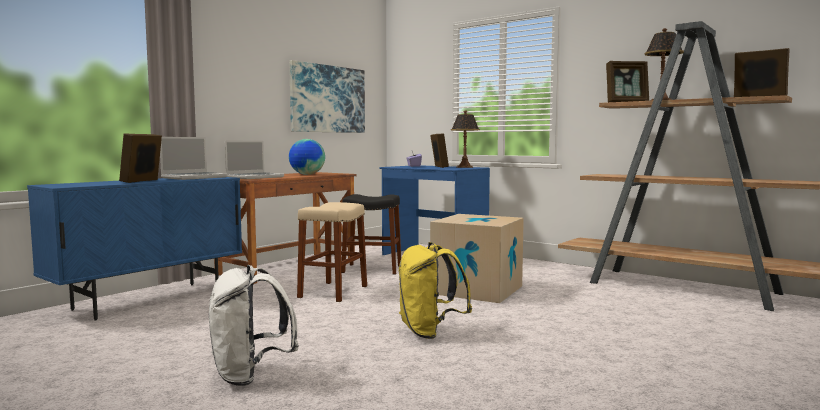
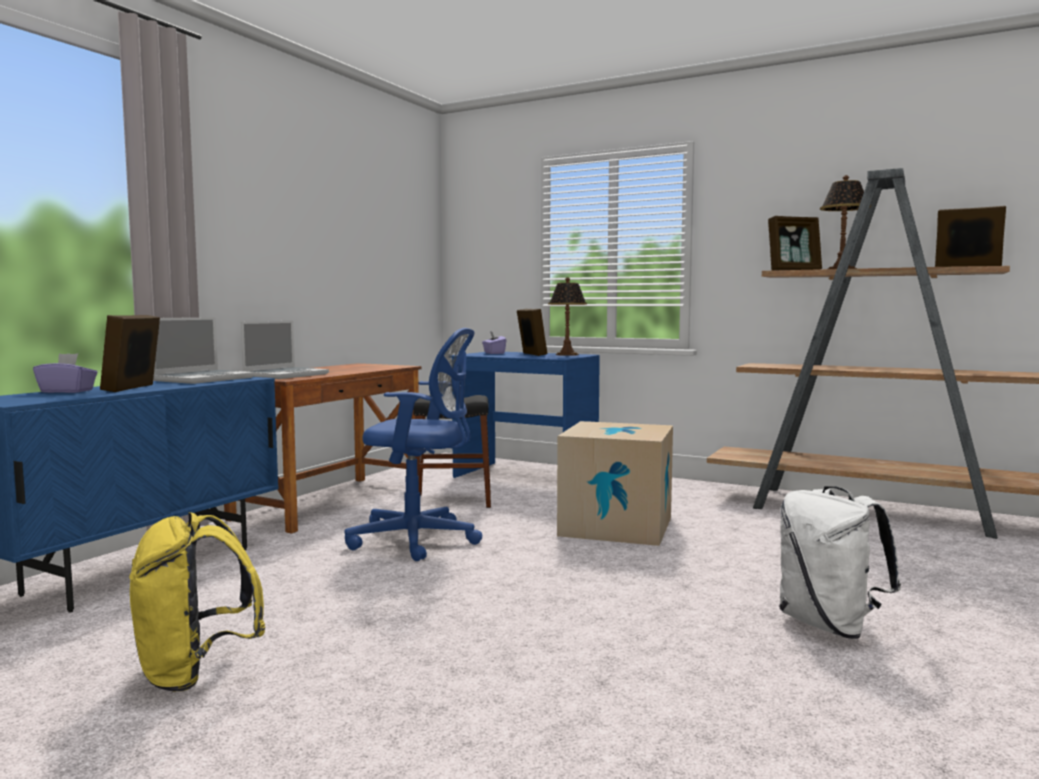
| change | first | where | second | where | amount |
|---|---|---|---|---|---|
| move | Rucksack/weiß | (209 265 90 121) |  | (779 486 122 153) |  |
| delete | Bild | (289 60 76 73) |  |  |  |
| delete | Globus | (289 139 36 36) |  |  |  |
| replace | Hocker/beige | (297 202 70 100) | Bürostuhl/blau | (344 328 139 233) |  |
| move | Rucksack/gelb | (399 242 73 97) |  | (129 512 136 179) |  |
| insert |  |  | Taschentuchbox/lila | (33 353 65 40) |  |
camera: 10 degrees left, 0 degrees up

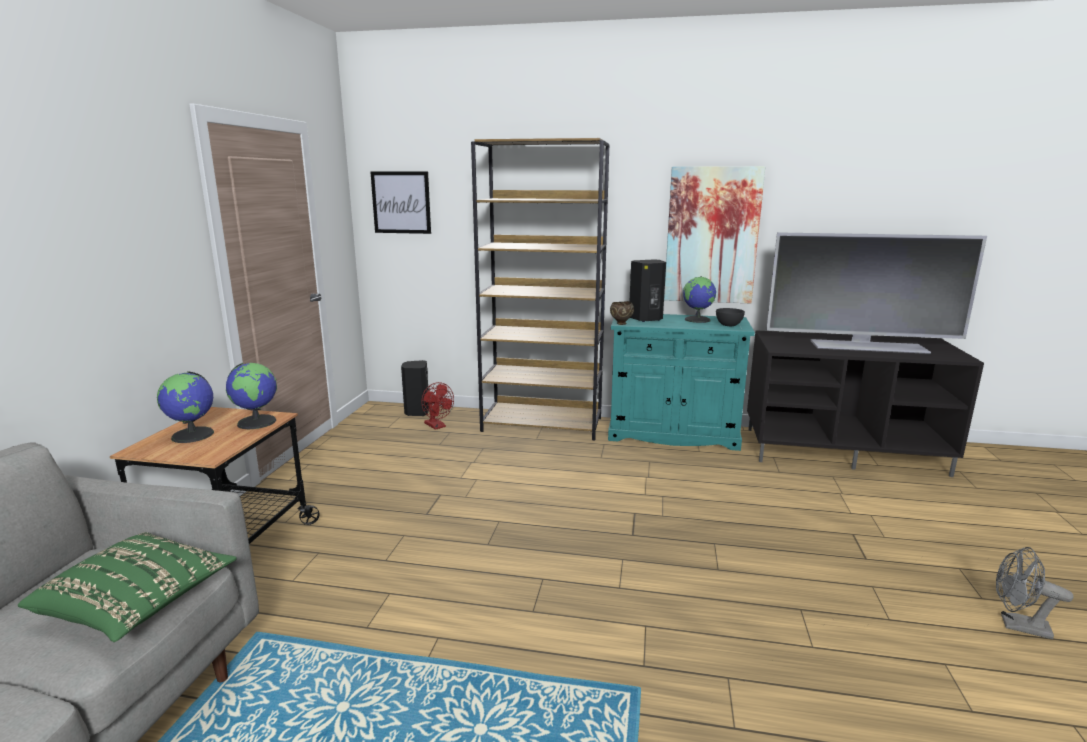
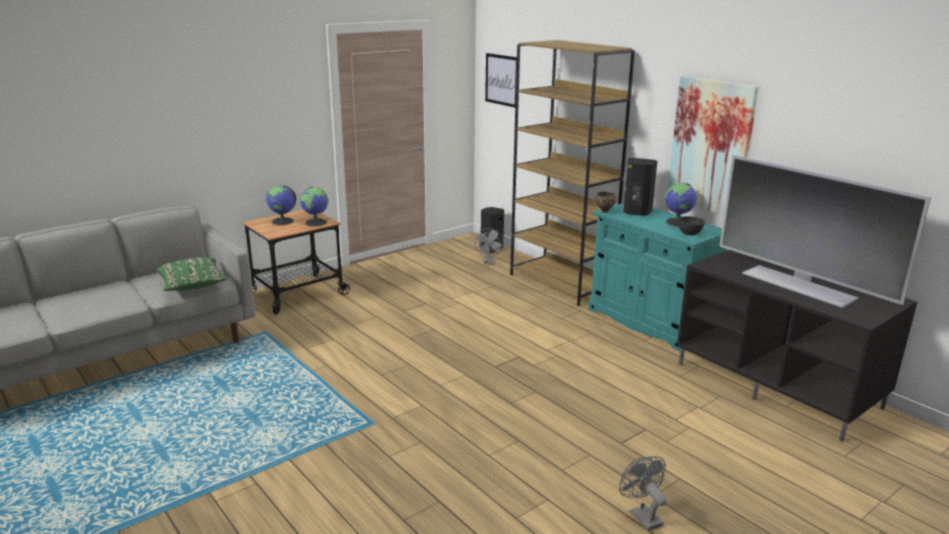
| change | first | where | second | where | amount |
|---|---|---|---|---|---|
| recolor | Ventilator/rot | (421 382 33 48) | Ventilator/grau | (474 228 30 36) |  |
camera: 40 degrees right, 5 degrees up

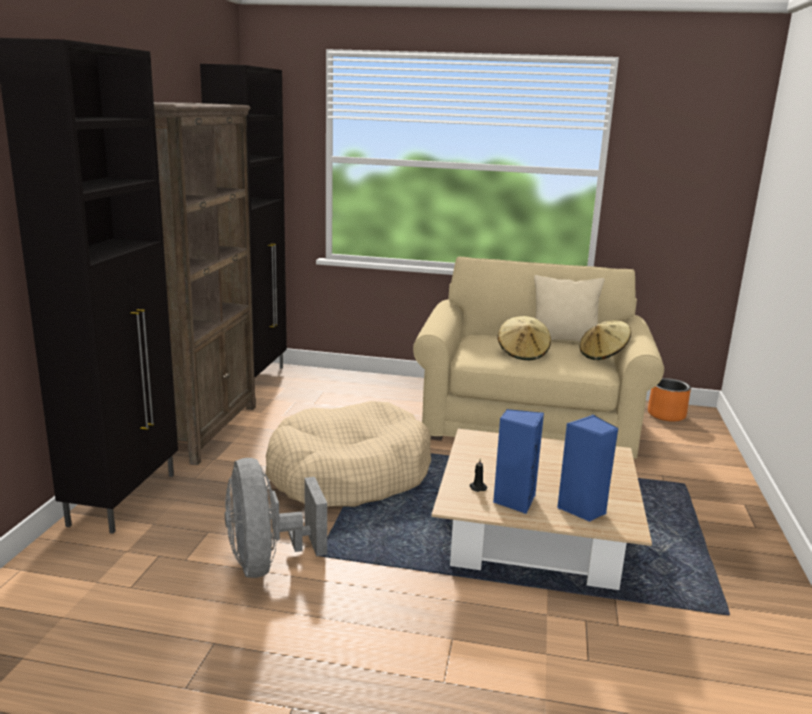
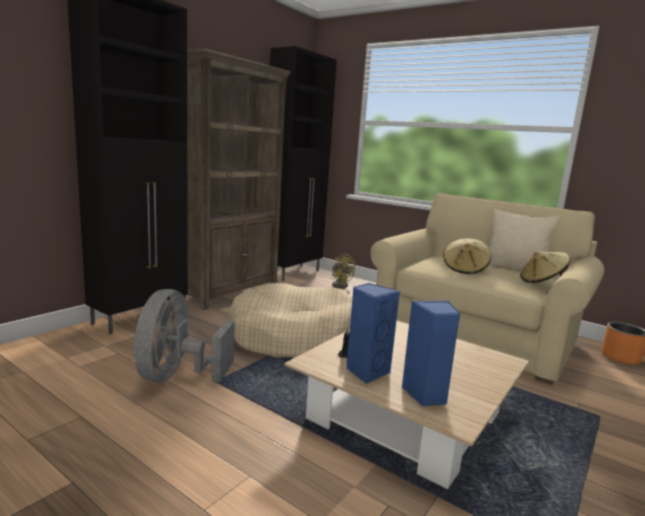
| change | first | where | second | where | amount |
|---|---|---|---|---|---|
| insert |  |  | Ventilator/gelb | (332 253 23 35) |  |
camera: 25 degrees right, 5 degrees down

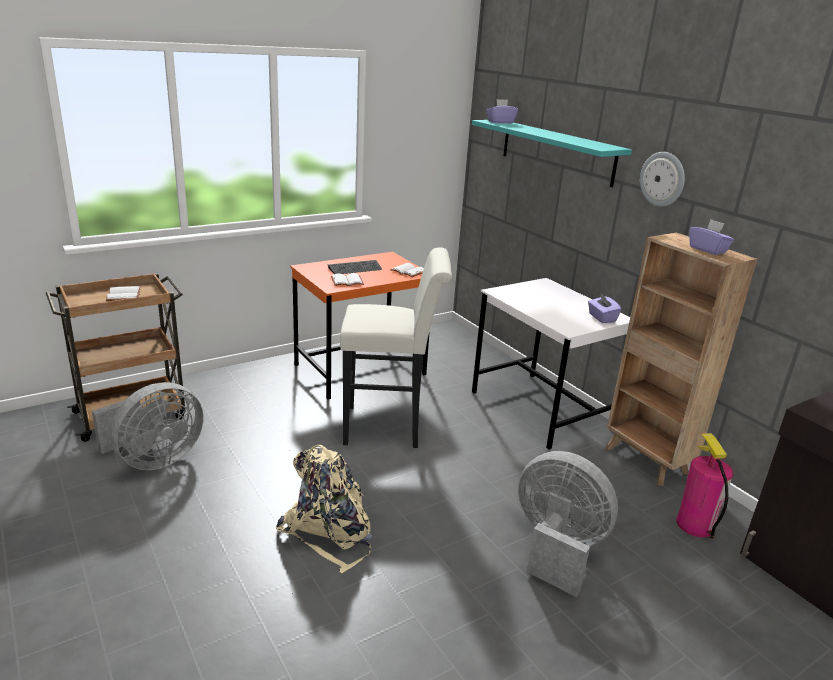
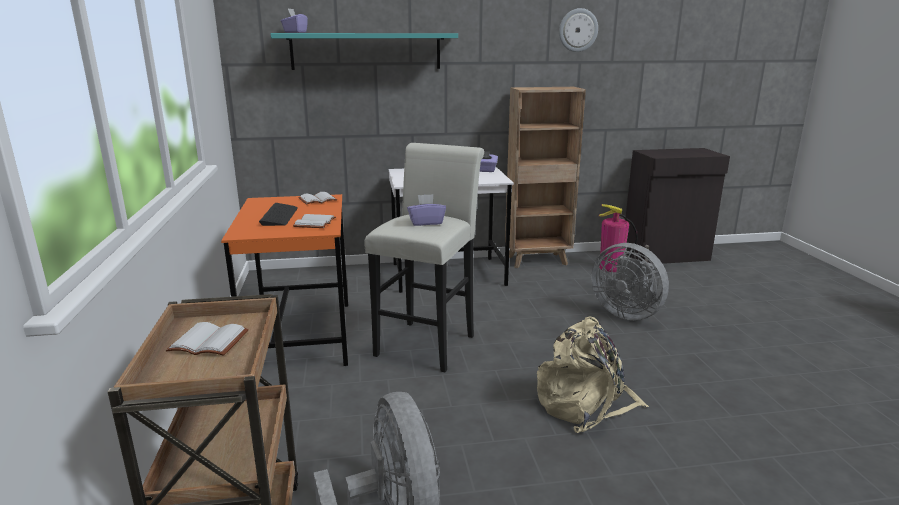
| change | first | where | second | where | amount |
|---|---|---|---|---|---|
| rotate | Ventilator/grau | (518 451 100 146) |  | (591 243 78 77) | 105 degrees counterclockwise |
| move | Wanduhr | (640 152 45 55) |  | (559 8 39 44) |  |
| move | Taschentuchbox/lila | (689 220 45 35) |  | (407 194 39 32) |  |
camera: 65 degrees left, 5 degrees down

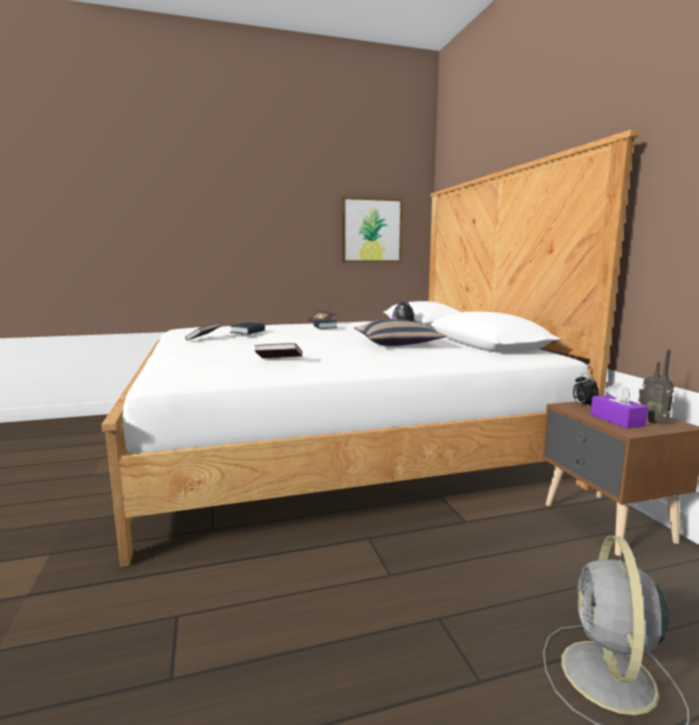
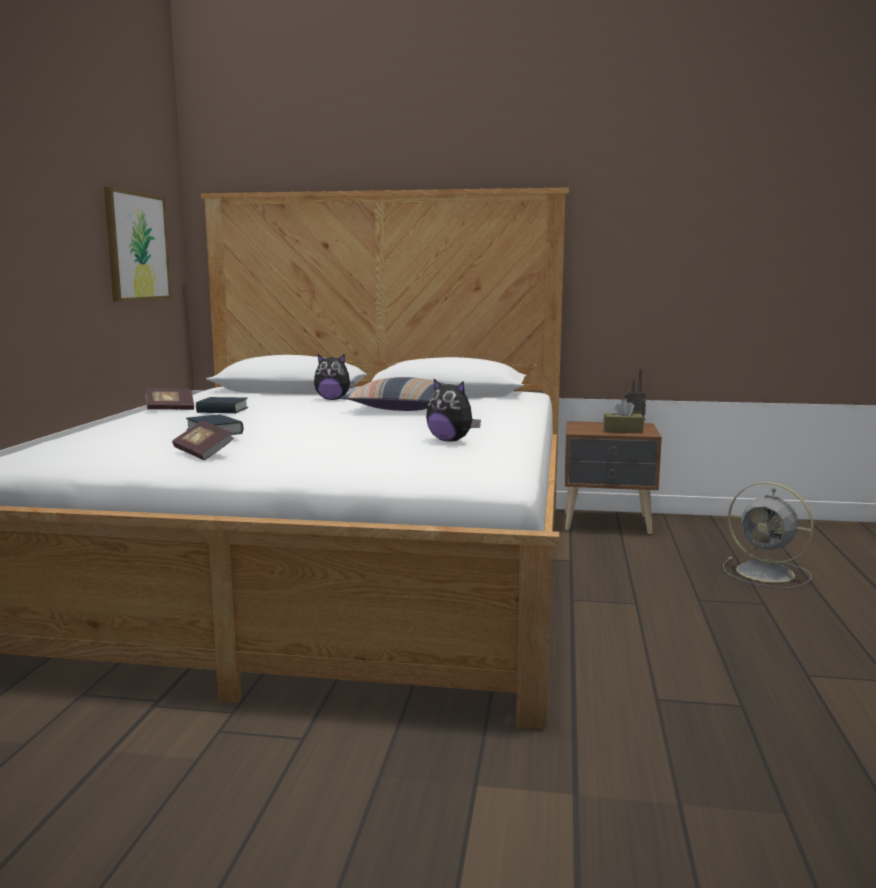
| change | first | where | second | where | amount |
|---|---|---|---|---|---|
| replace | Buch | (254 343 48 15) | Plüschtier | (426 379 55 63) |  |
| delete | Wecker | (573 373 26 35) |  |  |  |
| recolor | Taschentuchbox/lila | (590 383 58 46) | Taschentuchbox/braun | (604 400 40 33) |  |
camera: 65 degrees left, 0 degrees up

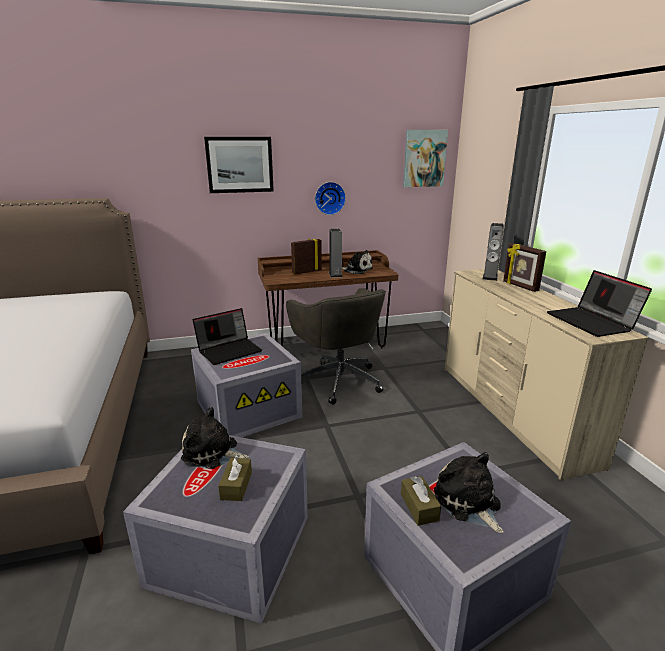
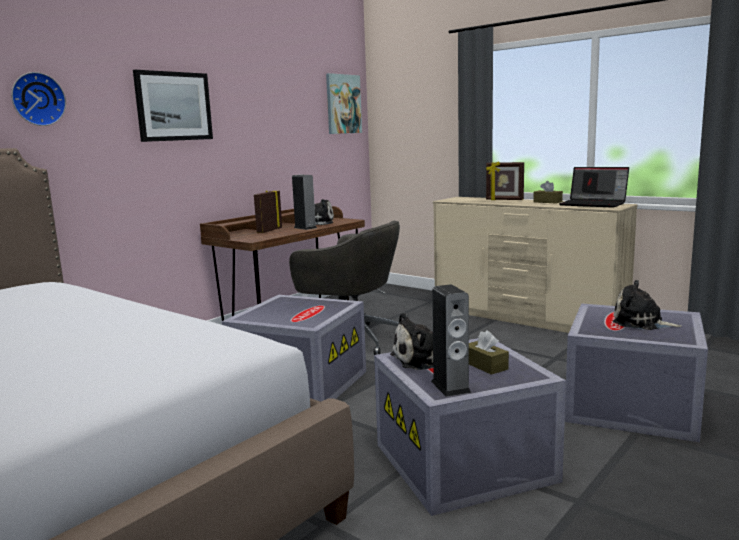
| change | first | where | second | where | amount |
|---|---|---|---|---|---|
| delete | Laptop | (193 308 69 57) |  |  |  |
| move | Wanduhr | (315 182 31 33) |  | (11 72 55 54) |  |
| move | Taschentuchbox/braun | (401 476 40 50) |  | (533 181 30 23) |  |
| move | Lautsprecher | (483 223 21 58) |  | (431 284 40 113) |  |
camera: 35 degrees left, 10 degrees down

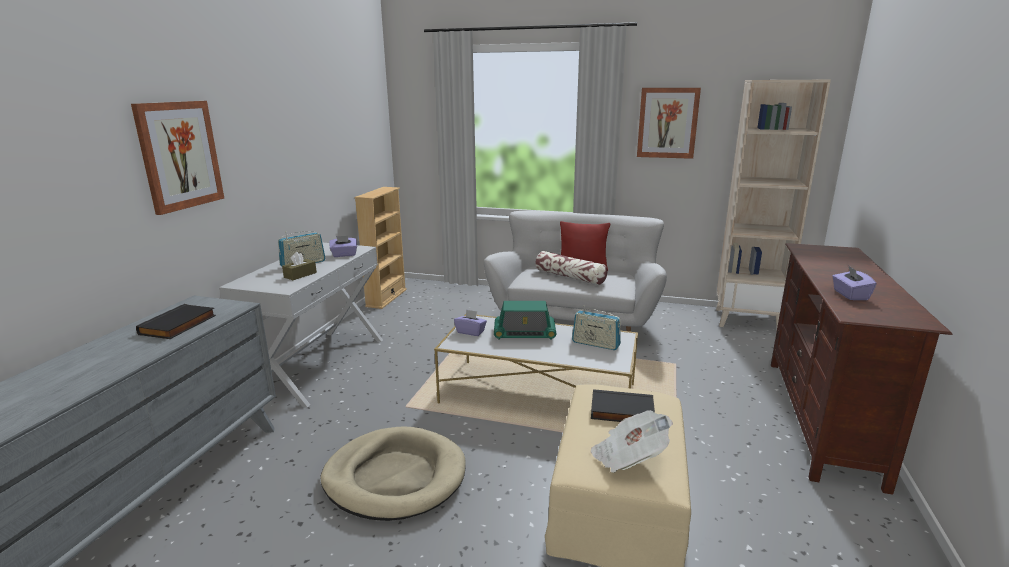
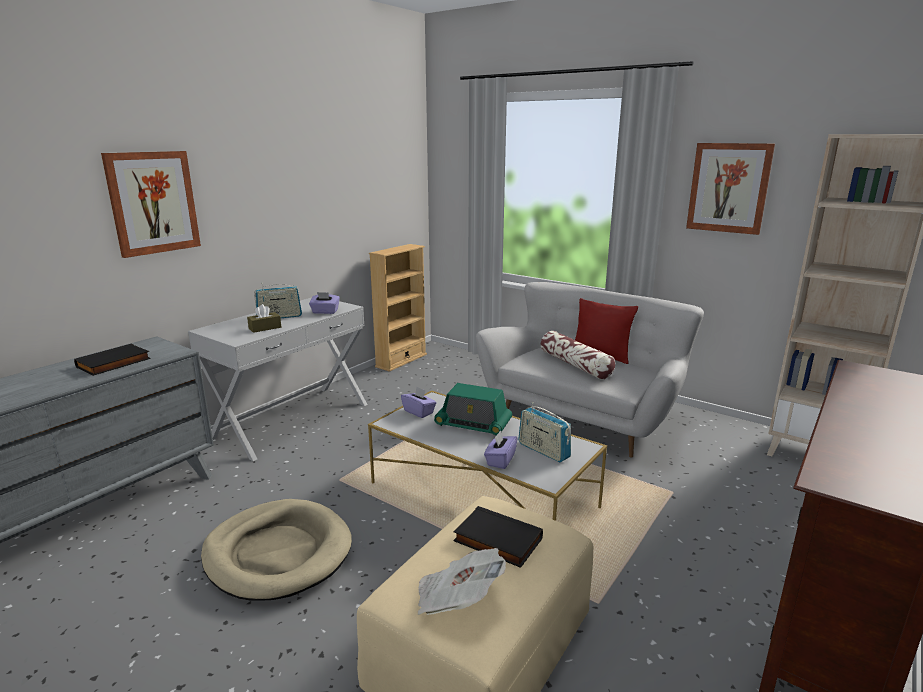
| change | first | where | second | where | amount |
|---|---|---|---|---|---|
| move | Taschentuchbox/lila | (832 265 45 35) |  | (484 430 34 39) |  |
camera: 20 degrees right, 0 degrees up

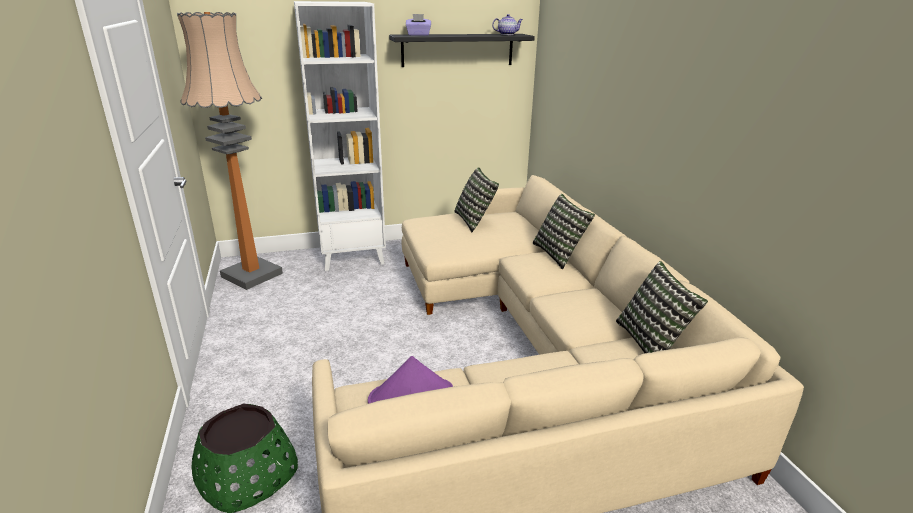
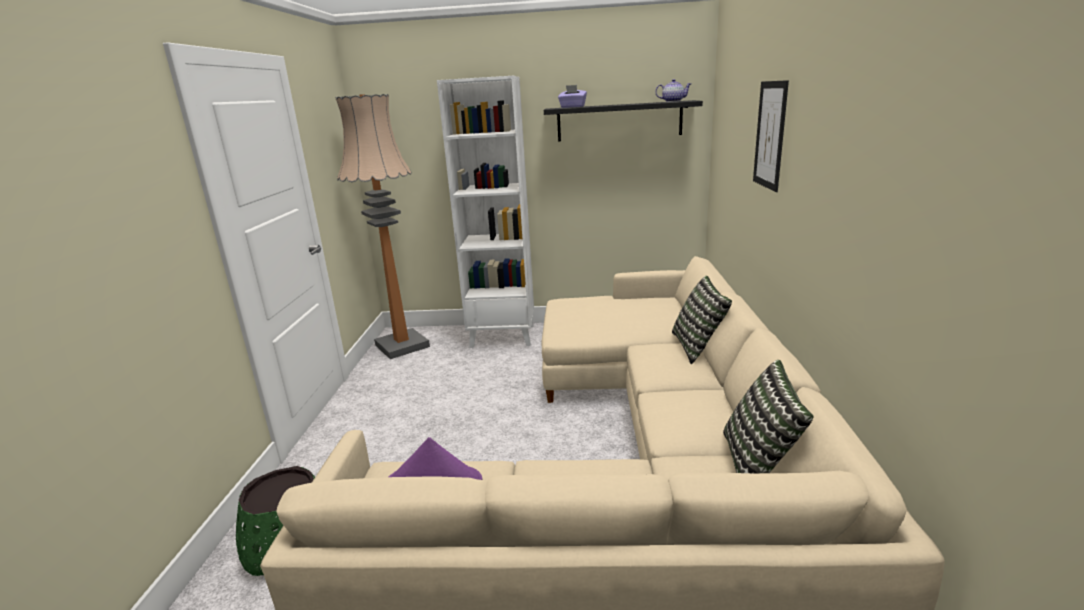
| change | first | where | second | where | amount |
|---|---|---|---|---|---|
| delete | Kissen | (454 167 45 65) |  |  |  |
| insert |  |  | Bild | (753 80 36 112) |  |
camera: 20 degrees right, 5 degrees down

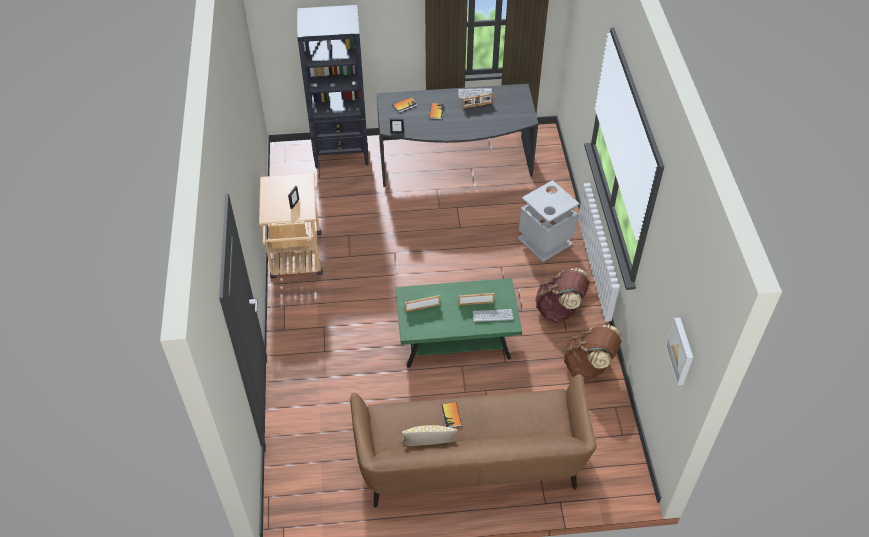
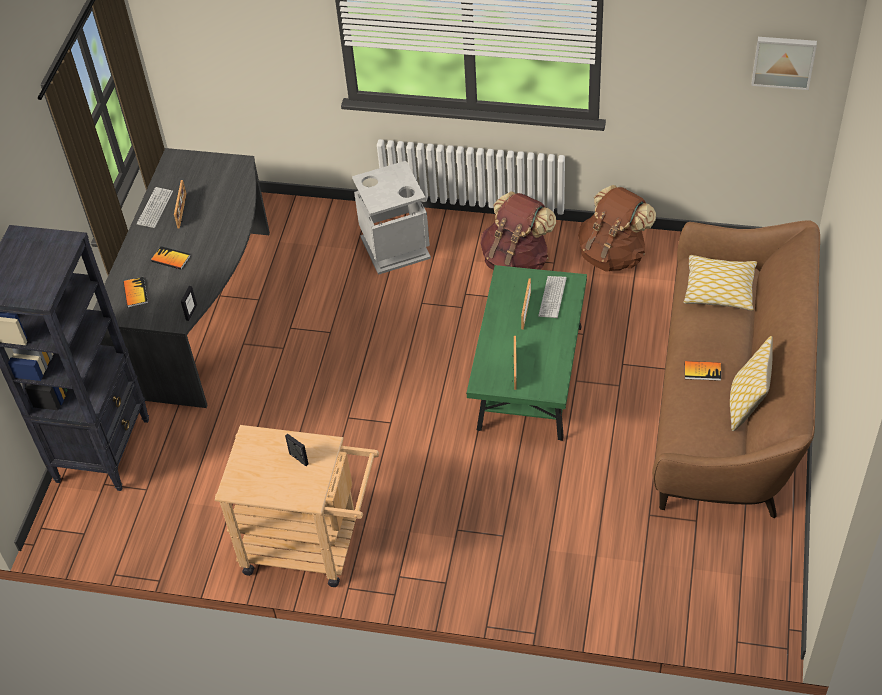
| change | first | where | second | where | amount |
|---|---|---|---|---|---|
| insert |  |  | Kissen | (684 255 73 56) |  |
camera: 70 degrees left, 0 degrees up

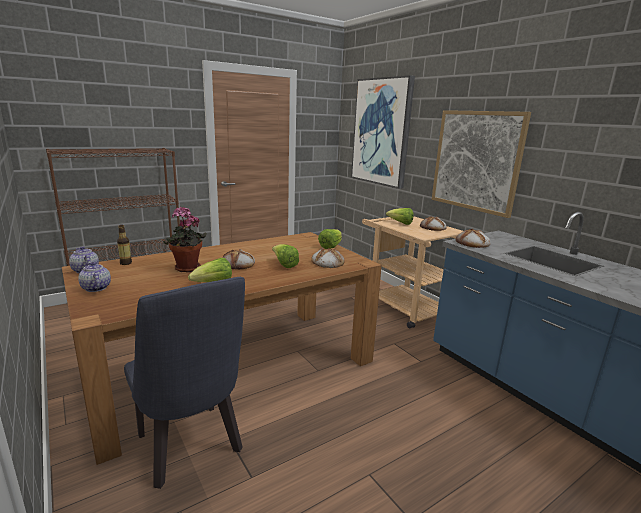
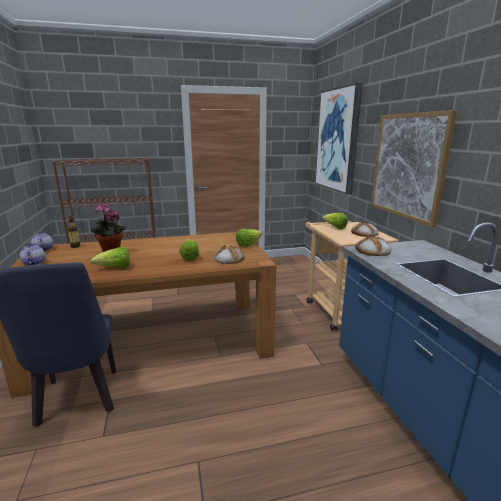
| change | first | where | second | where | amount |
|---|---|---|---|---|---|
| delete | Brot | (222 249 33 20) |  |  |  |
camera: 20 degrees right, 0 degrees up

